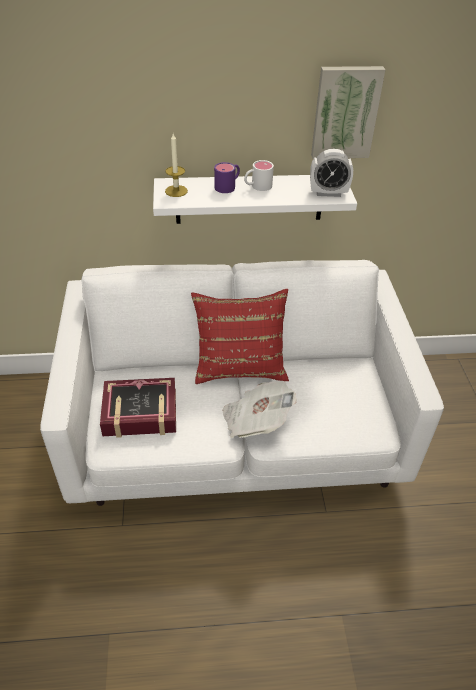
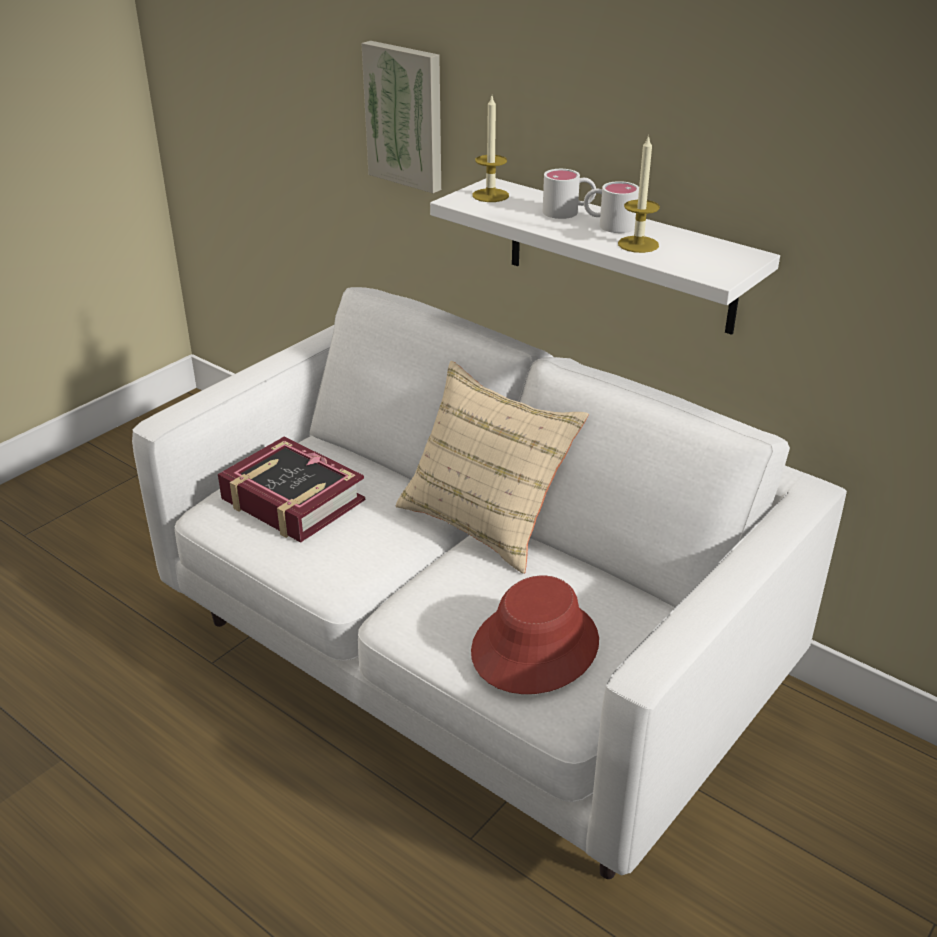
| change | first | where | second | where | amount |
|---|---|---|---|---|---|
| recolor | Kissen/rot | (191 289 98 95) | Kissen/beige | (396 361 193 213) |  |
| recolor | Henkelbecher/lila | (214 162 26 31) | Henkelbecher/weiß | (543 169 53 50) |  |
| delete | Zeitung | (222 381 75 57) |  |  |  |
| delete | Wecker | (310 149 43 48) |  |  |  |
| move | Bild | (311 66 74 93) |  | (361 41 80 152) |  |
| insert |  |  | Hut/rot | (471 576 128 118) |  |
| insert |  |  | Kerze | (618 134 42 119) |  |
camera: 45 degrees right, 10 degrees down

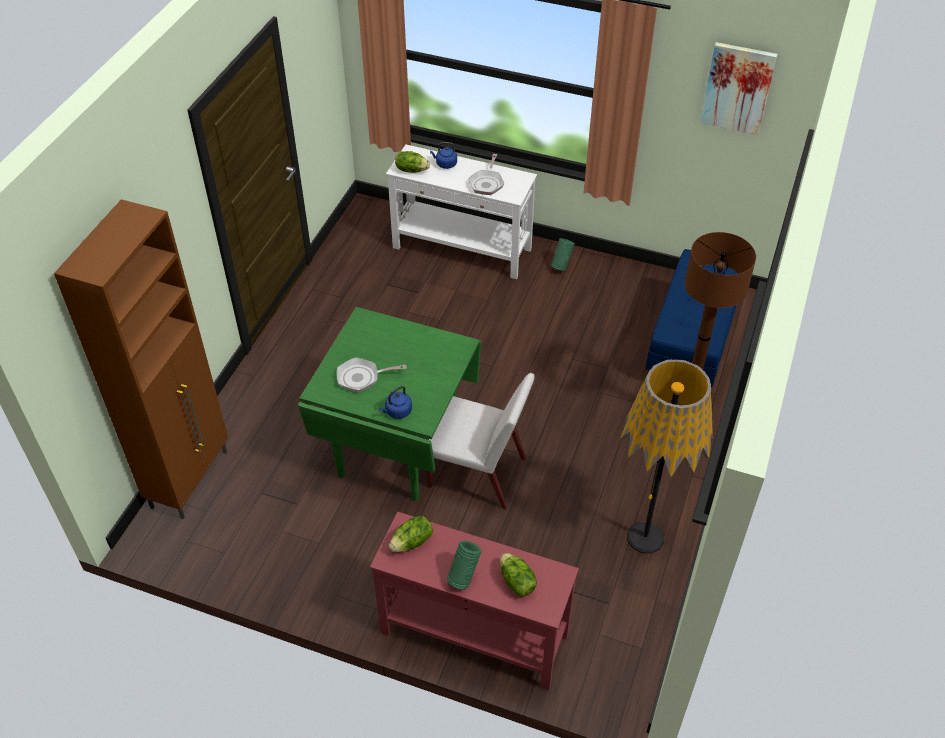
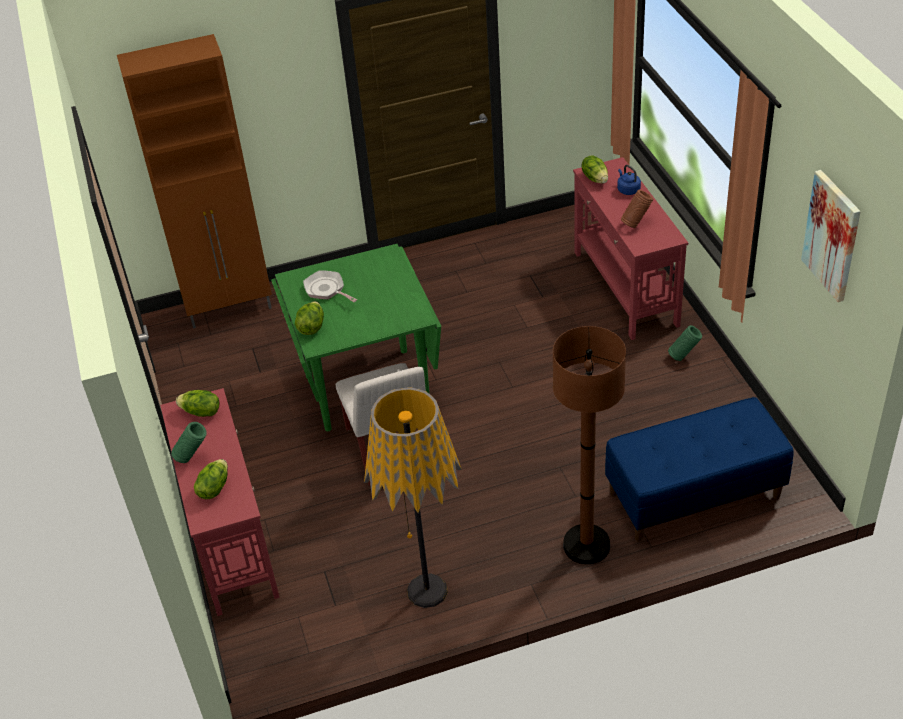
| change | first | where | second | where | amount |
|---|---|---|---|---|---|
| replace | Wasserkessel/blau | (379 386 33 33) | Salatkopf | (295 301 29 34) |  |
| recolor | Konsolentisch/weiß | (386 145 151 134) | Konsolentisch/rot | (573 157 115 183) |  |
| replace | Pfanne | (468 154 36 41) | Vase/braun | (621 190 32 38) |  |
camera: 55 degrees right, 5 degrees down

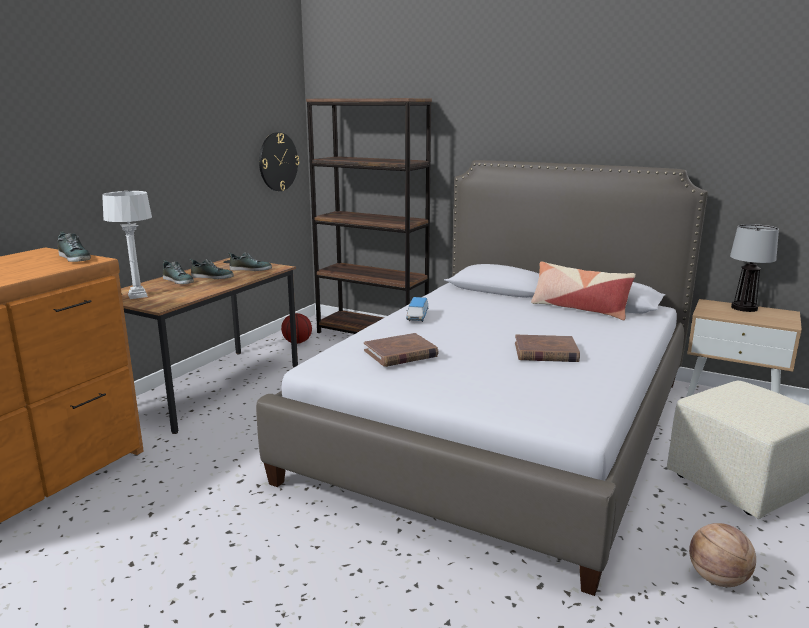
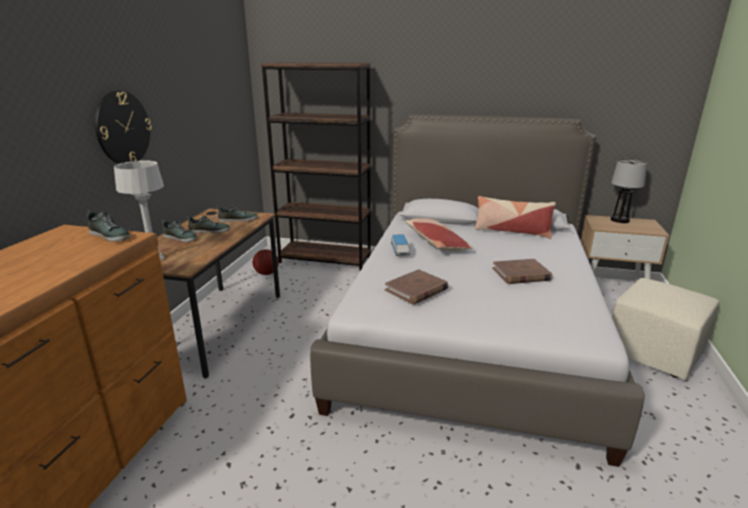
| change | first | where | second | where | amount |
|---|---|---|---|---|---|
| move | Wanduhr | (259 132 40 59) |  | (95 91 57 73) |  |
| delete | Basketball | (689 523 67 64) |  |  |  |
| insert |  |  | Kissen | (405 218 68 33) |  |
camera: 15 degrees left, 5 degrees up

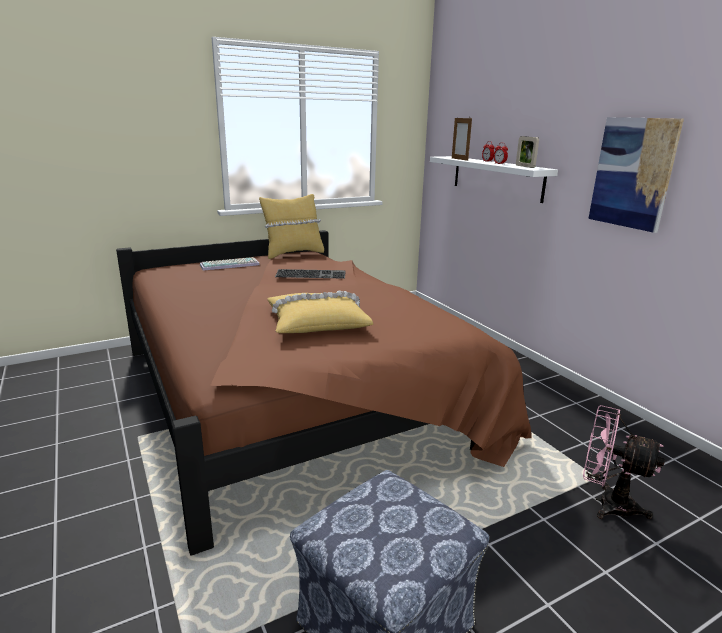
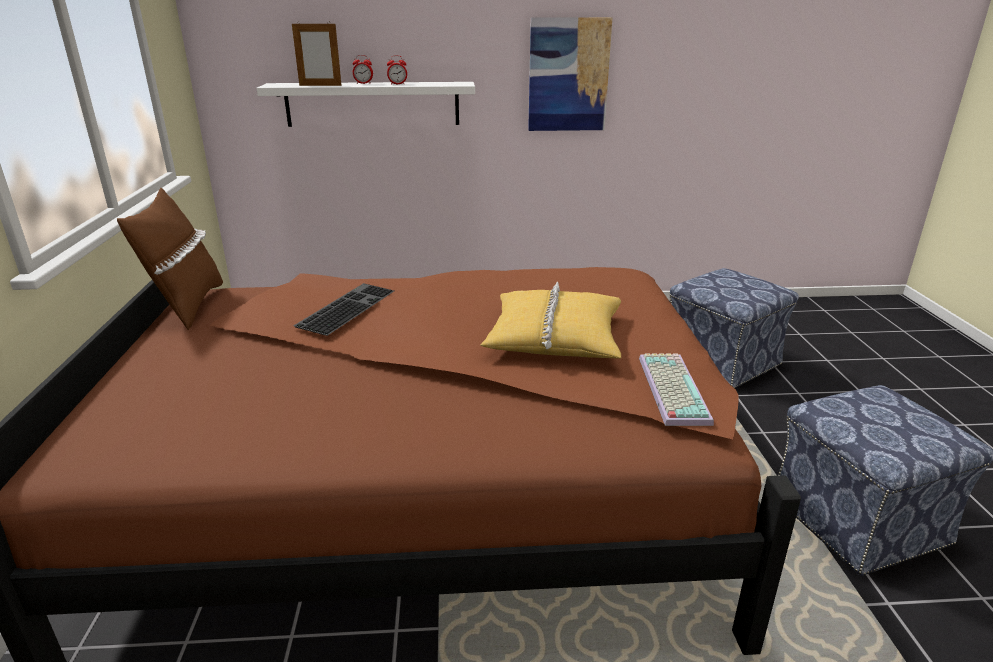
| change | first | where | second | where | amount |
|---|---|---|---|---|---|
| move | Tastatur | (200 257 60 14) |  | (639 353 75 73) |  |
| recolor | Kissen/gelb | (259 194 65 65) | Kissen/braun | (117 188 106 142) |  |
| delete | Bilderrahmen | (516 136 23 32) |  |  |  |
| replace | Ventilator/rosa | (583 405 82 114) | Polsterhocker | (670 268 129 120) |  |
camera: 65 degrees left, 5 degrees up

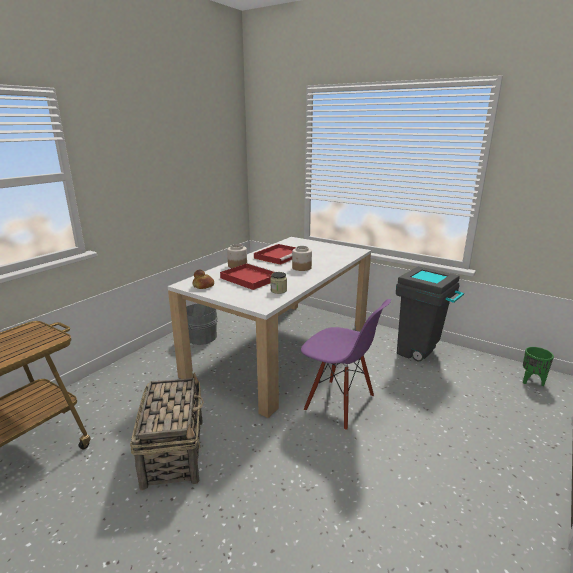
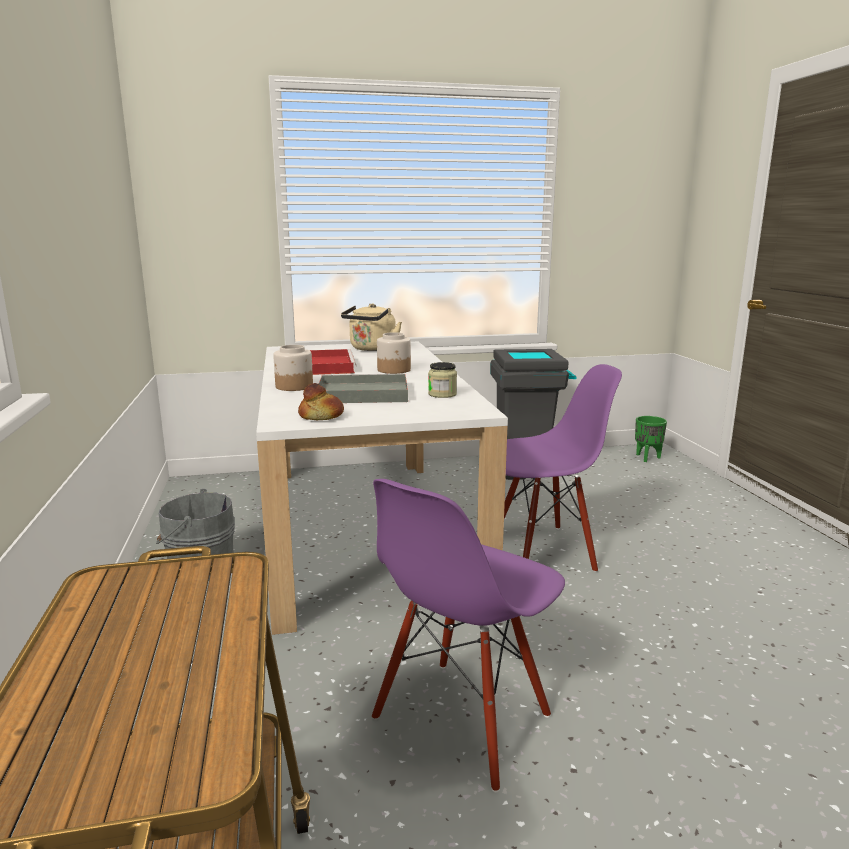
| change | first | where | second | where | amount |
|---|---|---|---|---|---|
| replace | Korb | (130 372 74 118) | Stuhl/lila | (372 479 193 314) |  |
| recolor | Tablett/rot | (220 263 56 27) | Tablett/grau | (319 374 89 29) |  |
| insert |  |  | Wasserkessel/beige | (341 304 61 47) |  |
camera: 45 degrees left, 5 degrees down

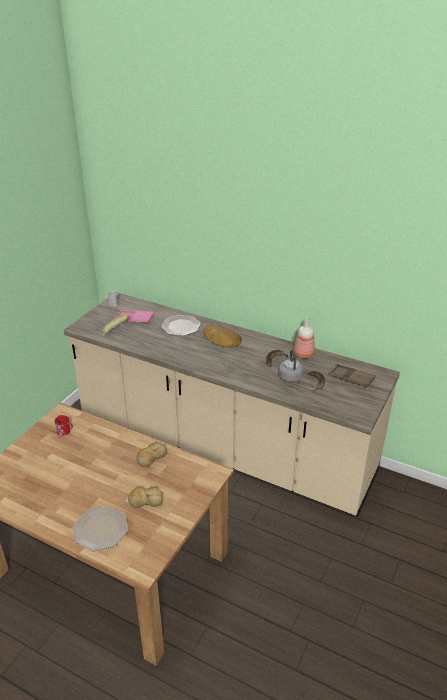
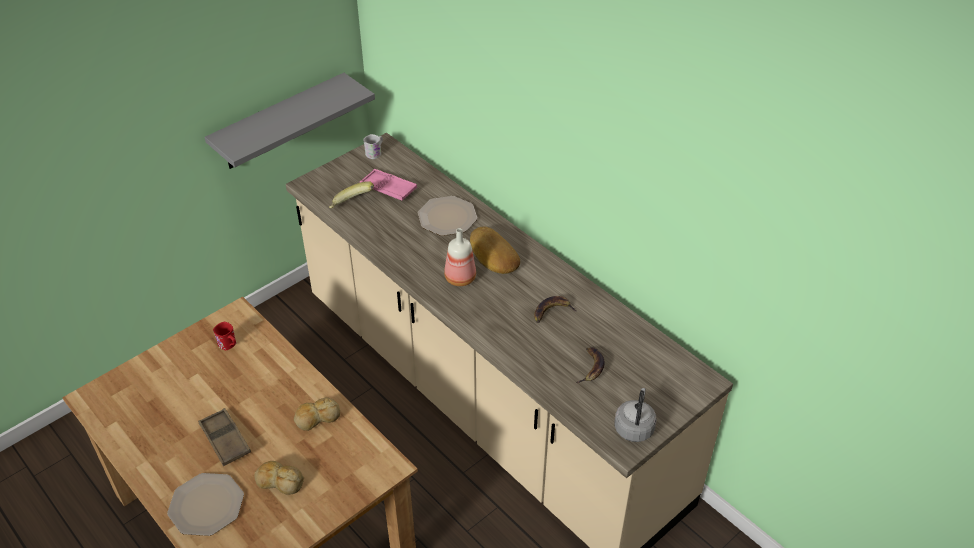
| change | first | where | second | where | amount |
|---|---|---|---|---|---|
| move | Wasserkessel/grau | (278 350 25 32) |  | (614 388 43 54) |  |
| move | Flasche | (294 317 21 42) |  | (444 228 32 58) |  |
| move | Tablett/braun | (329 364 47 23) |  | (198 408 53 58) |  |
| insert |  |  | Wandregal/grau | (205 73 170 96) |  |
camera: 20 degrees right, 10 degrees up

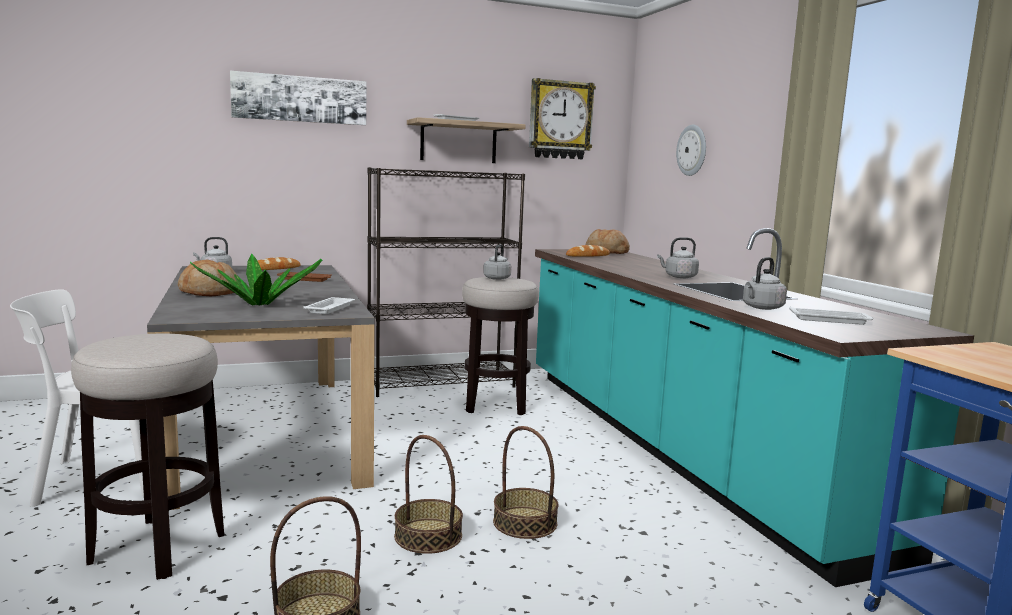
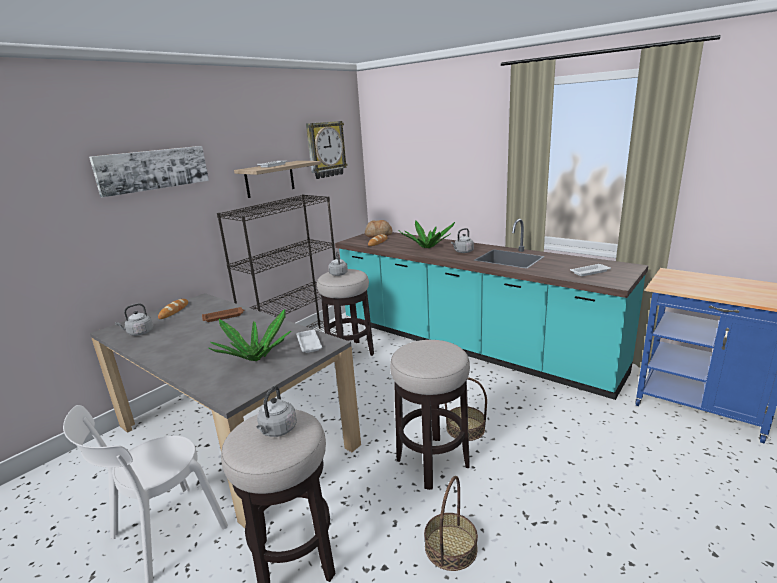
| change | first | where | second | where | amount |
|---|---|---|---|---|---|
| delete | Brot | (178 259 60 37) |  |  |  |
| replace | Korb | (394 435 69 119) | Hocker | (390 340 80 150) |  |
| delete | Wanduhr | (676 125 30 51) |  |  |  |
| move | Wasserkessel/grau | (743 257 44 53) |  | (257 386 40 51) |  |
| insert |  |  | Topfpflanze | (398 221 57 27) |  |
camera: 30 degrees left, 10 degrees up

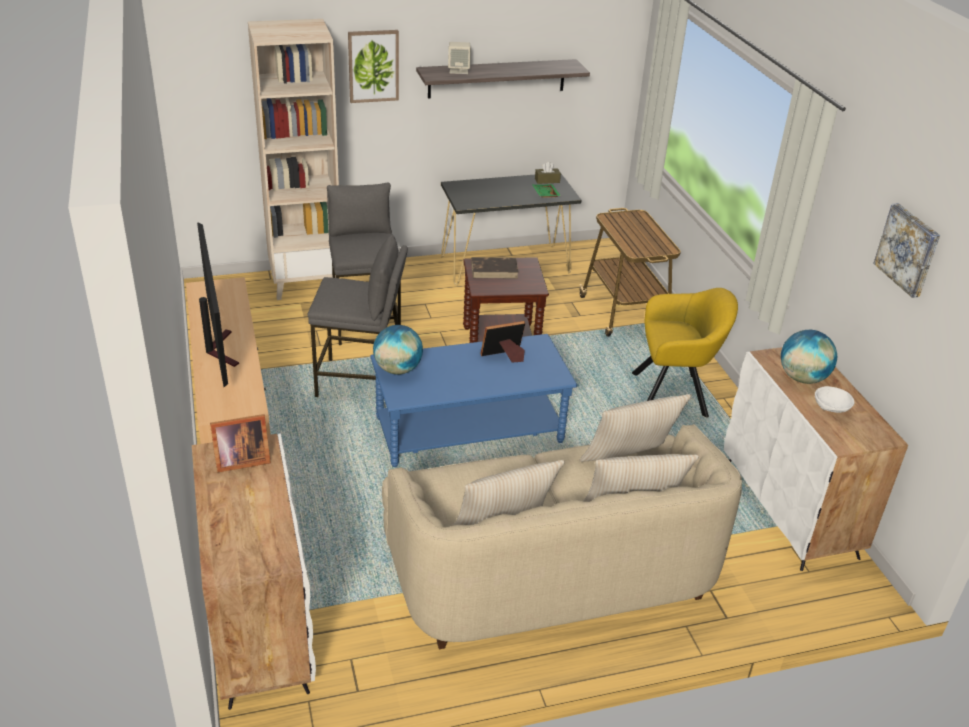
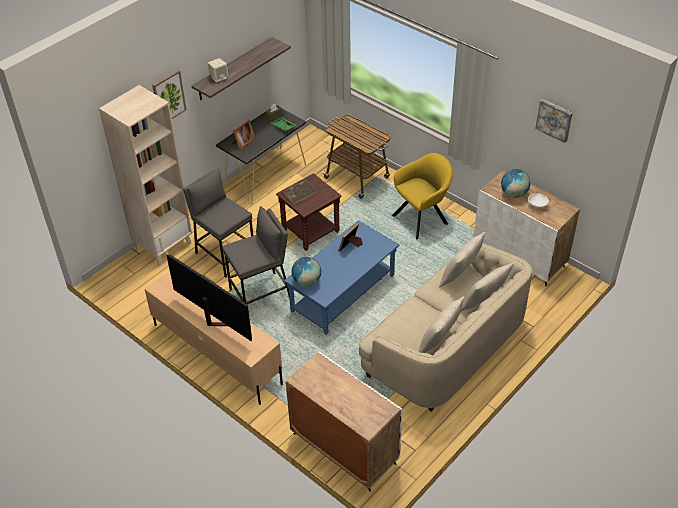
| change | first | where | second | where | amount |
|---|---|---|---|---|---|
| move | Bilderrahmen | (210 414 61 59) |  | (232 119 23 31) |  |
camera: 30 degrees left, 10 degrees up

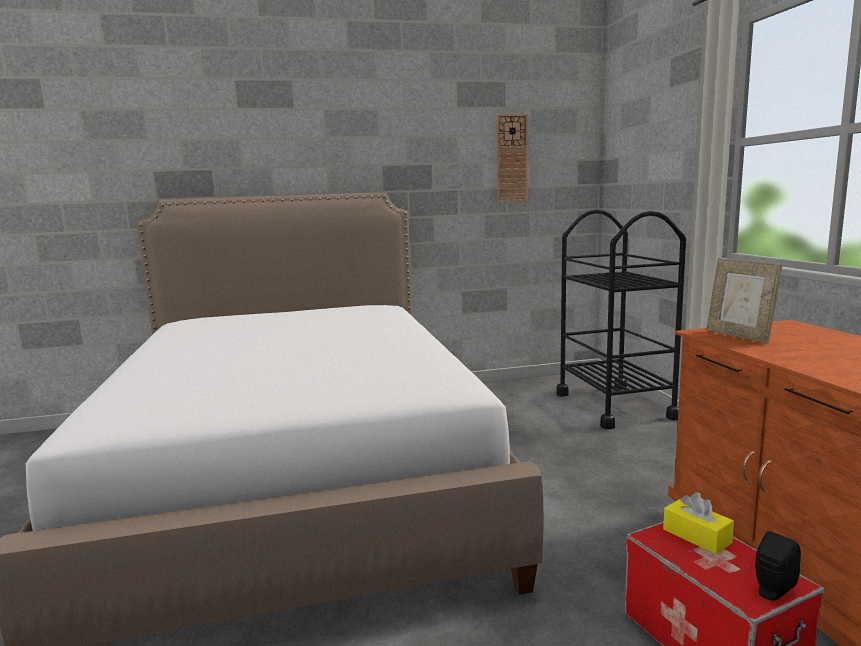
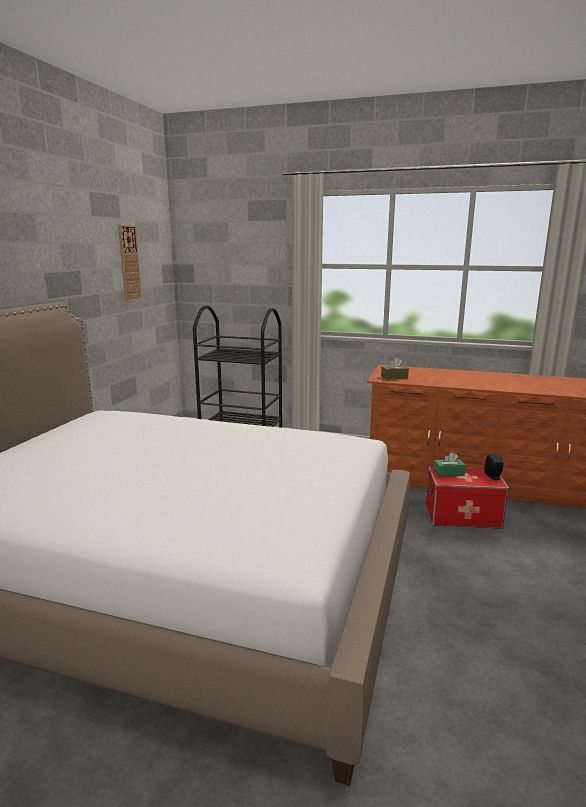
| change | first | where | second | where | amount |
|---|---|---|---|---|---|
| recolor | Taschentuchbox/gelb | (663 492 71 62) | Taschentuchbox/grün | (434 452 32 25) |  |
| replace | Bilderrahmen | (707 258 75 86) | Taschentuchbox/braun | (381 358 28 22) |  |
camera: 60 degrees left, 5 degrees up

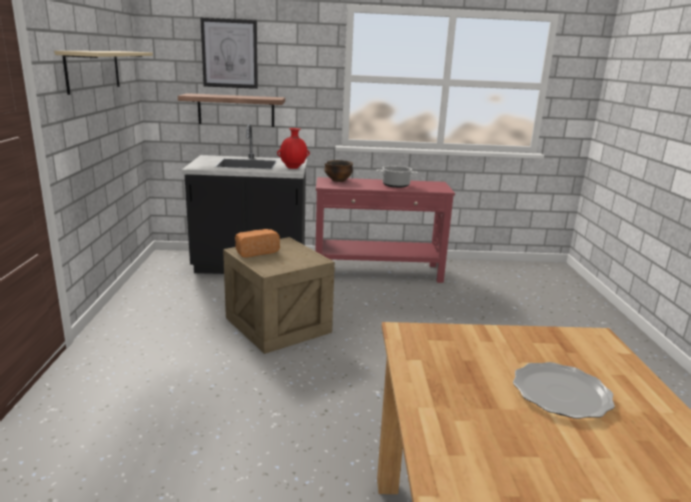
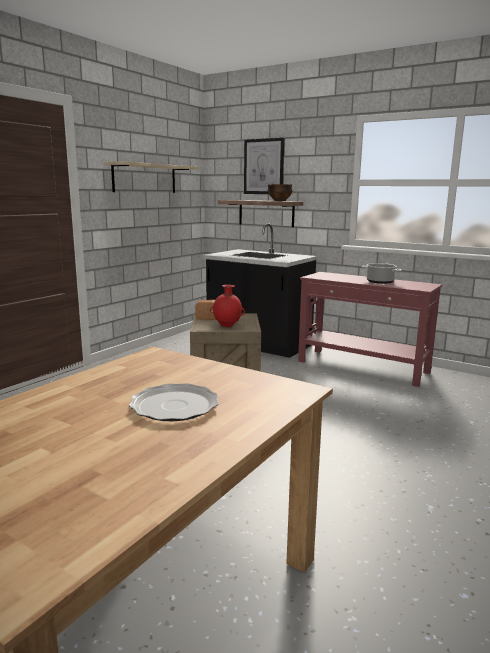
| change | first | where | second | where | amount |
|---|---|---|---|---|---|
| move | Vase/rot | (277 128 33 41) |  | (210 285 35 42) |  |
| move | Schüssel | (324 160 29 22) |  | (267 184 25 17) |  |
camera: 35 degrees right, 5 degrees down

